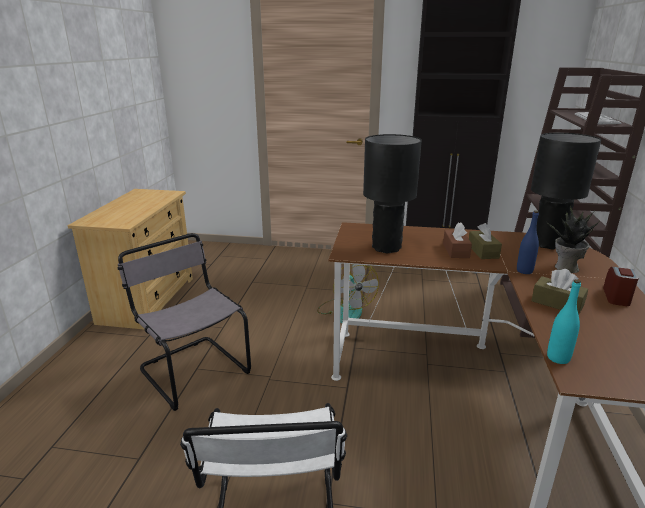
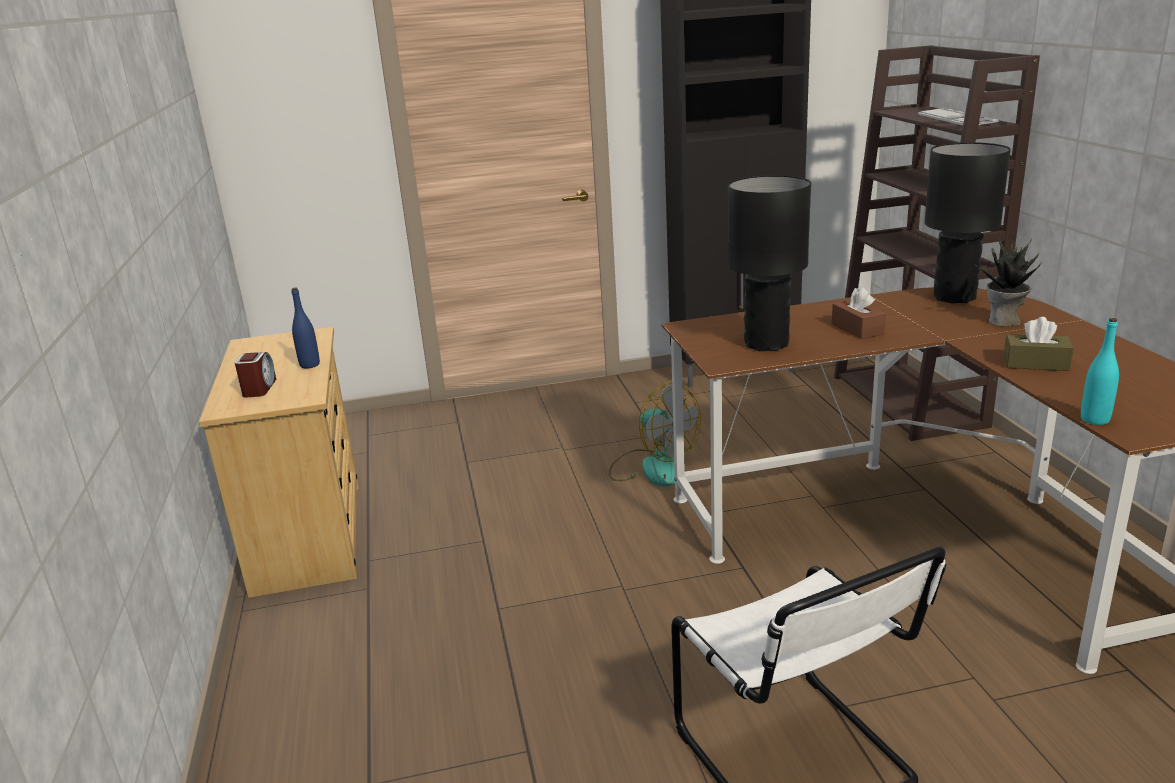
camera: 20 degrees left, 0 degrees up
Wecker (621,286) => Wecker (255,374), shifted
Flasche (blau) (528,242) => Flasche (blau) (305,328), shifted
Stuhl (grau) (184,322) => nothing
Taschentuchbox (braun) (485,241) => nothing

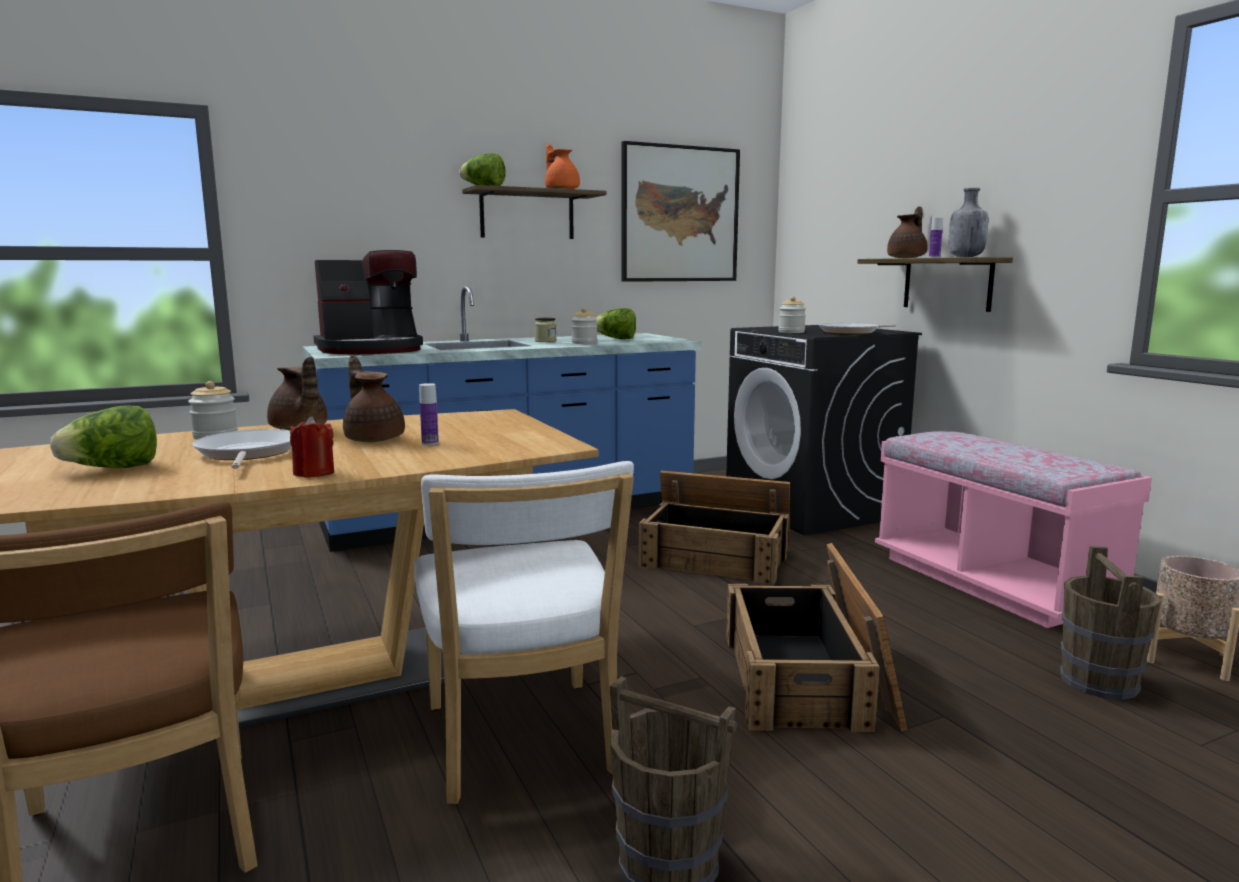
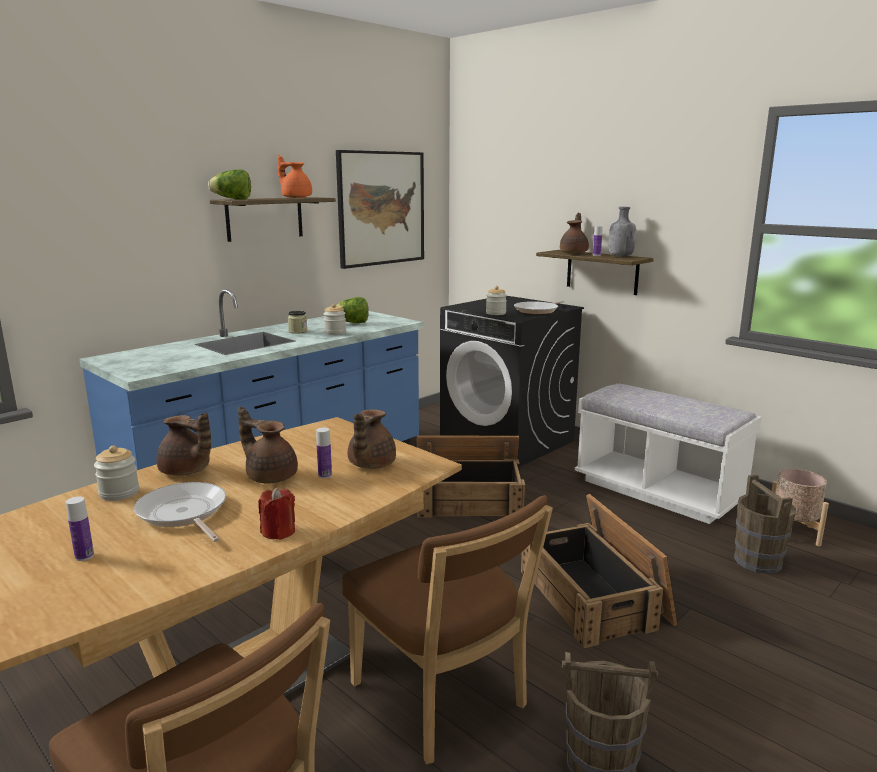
camera: 20 degrees left, 5 degrees up
Salatkopf (103,436) => Flasche (80,528)
Stuhl (weiß) (524,632) => Stuhl (braun) (447,629)
nothing => Teekanne (braun) (372,439)
Bank (rosa) (1013,529) => Bank (weiß) (668,453)
Kaffeemaschine (368,302) => nothing

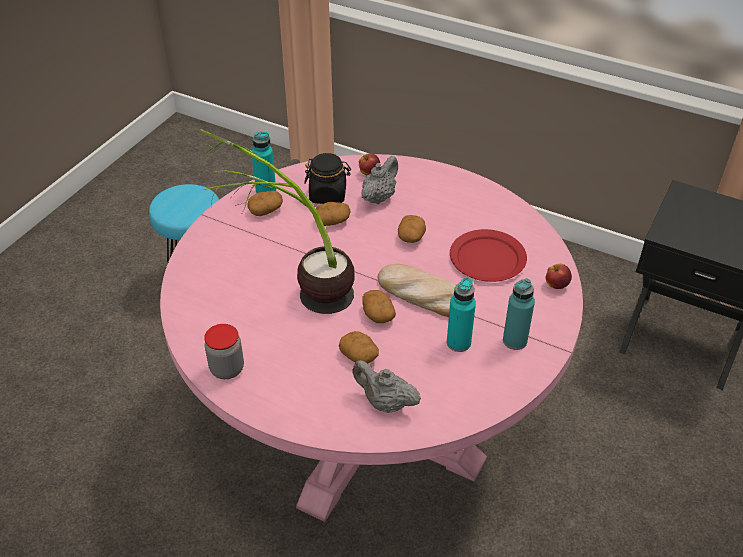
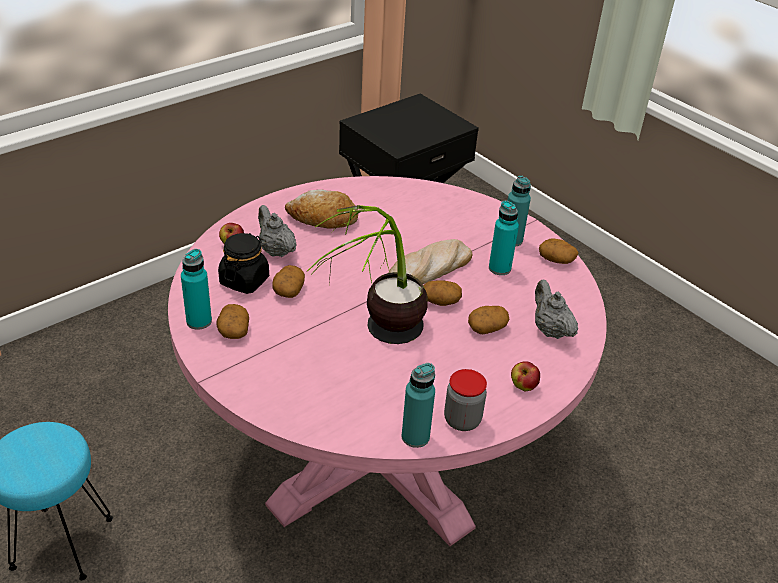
camera: 70 degrees left, 5 degrees down
nothing => Brot (321,209)
nothing => Flasche (türkis) (418,405)
Apfel (559,276) => Apfel (525,376), shifted
Teekanne (grau) (386,386) => Teekanne (grau) (556,309), 105 degrees clockwise
Kartoffel (412,229) => Kartoffel (559,251), shifted
Teller (rot) (488,255) => nothing

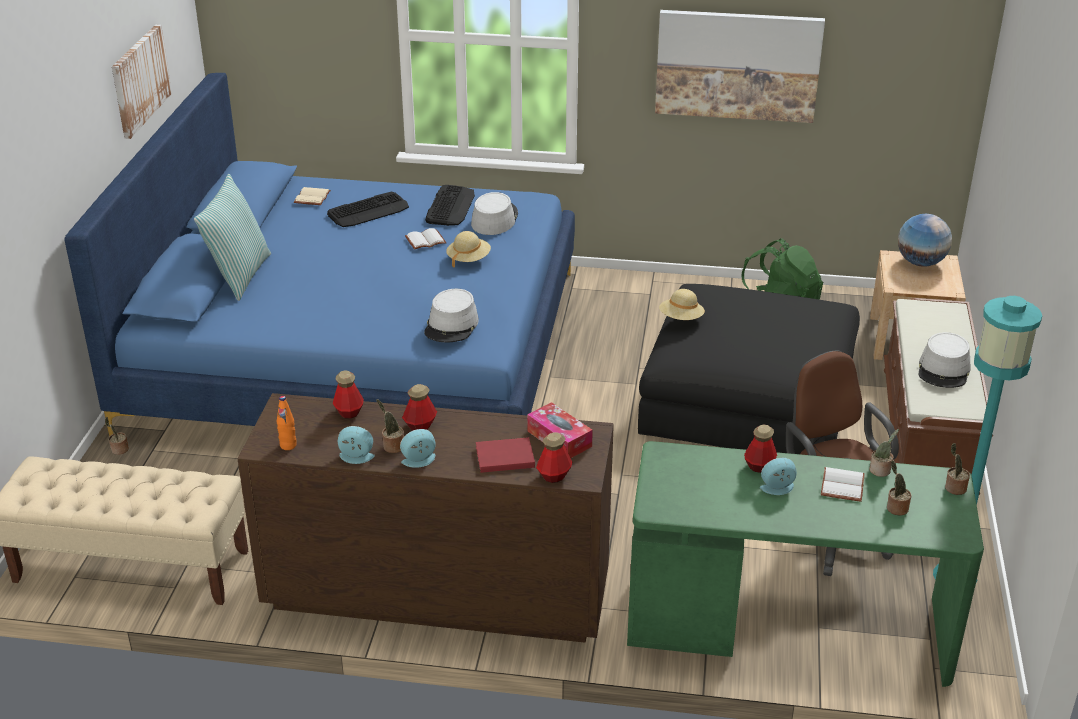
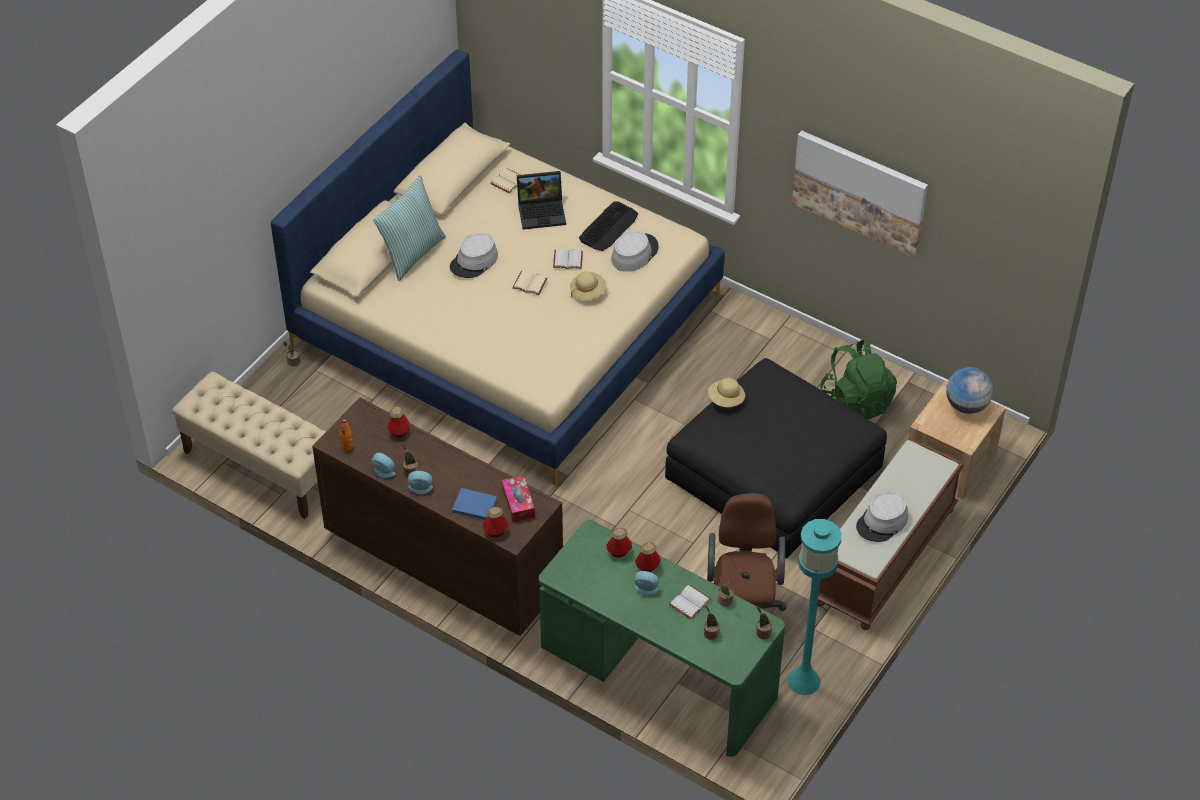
camera: 25 degrees right, 15 degrees up
Bett (blau) (319,255) => Bett (beige) (498,267)
Hut (grau) (451,315) => Hut (grau) (474,255), shifted
Buch (rot) (505,455) => Buch (blau) (474,504)
nothing => Buch (beige) (530,283)
Tastatur (368,209) => Laptop (541,200)
Flasche (419,407) => Flasche (619,543), shifted
Bild (142,82) => nothing

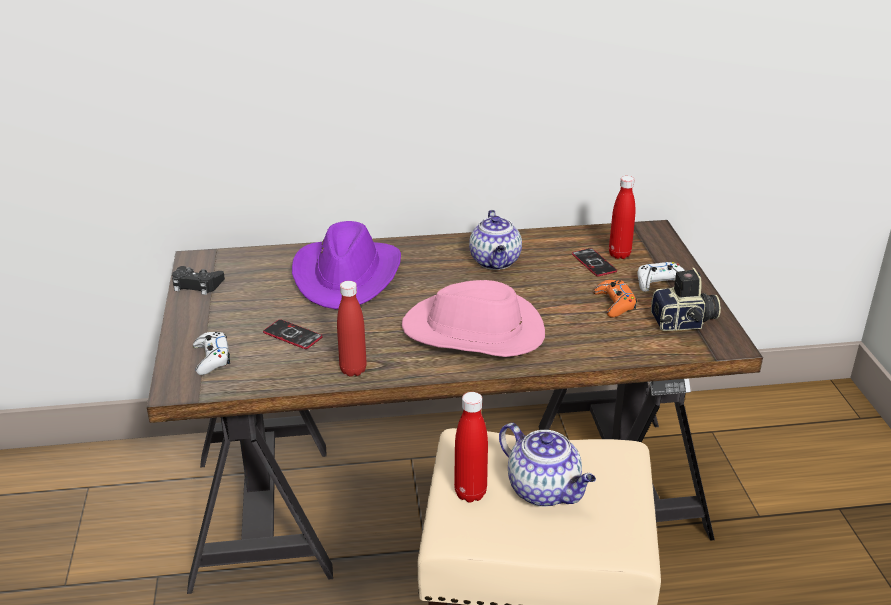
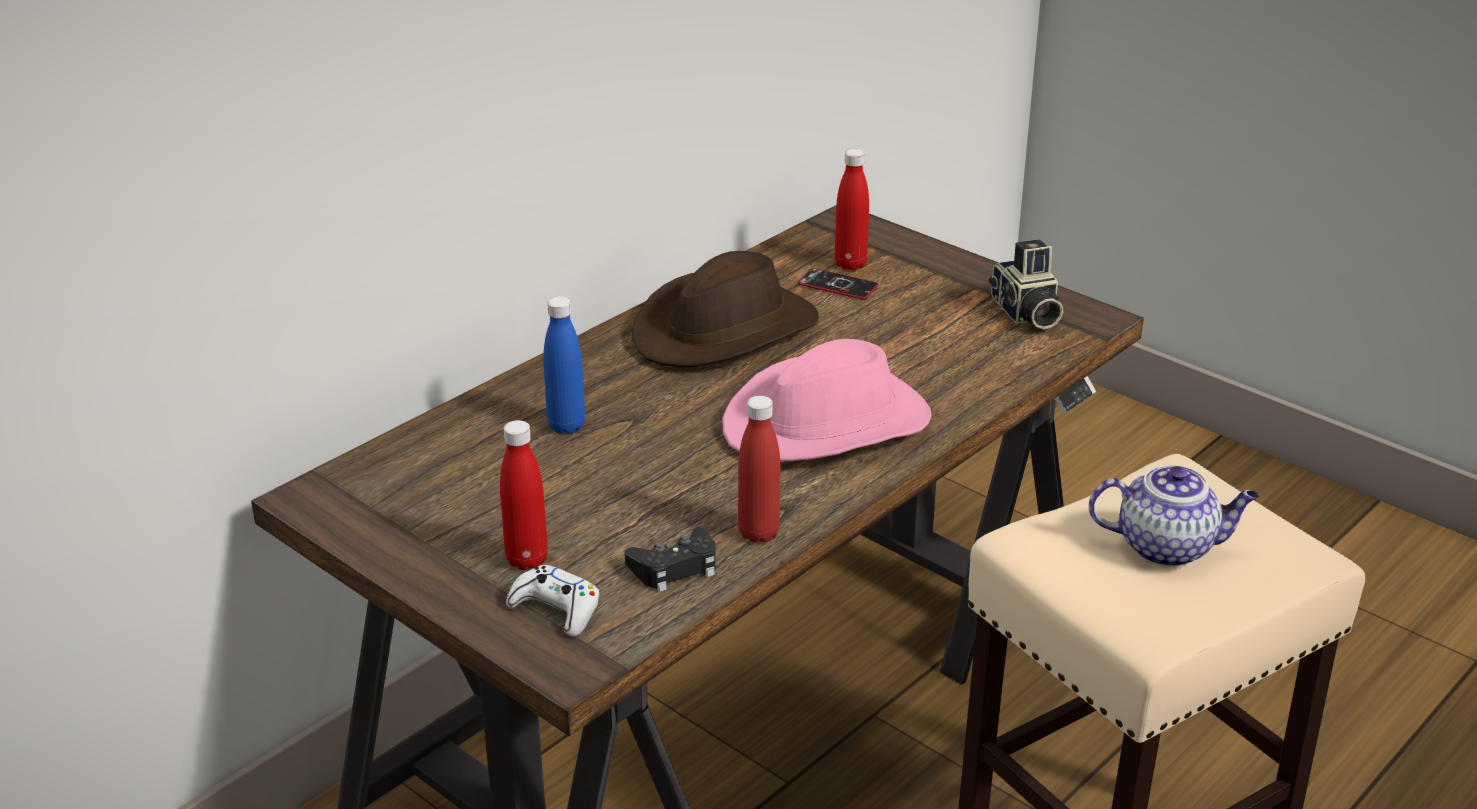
camera: 40 degrees left, 0 degrees up
Flasche (rot) (471,447) => Flasche (rot) (524,495), shifted
Hut (lila) (346,265) => Flasche (blau) (564,365)
Gamepad (schwarz) (198,280) => Gamepad (schwarz) (670,559), shifted
Teekanne (495,240) => Hut (braun) (725,309)
Kamera (686,299) => Kamera (1026,284), 120 degrees clockwise
Handy (293,334) => nothing
Gamepad (orange) (615,299) => nothing
Gamepad (weiß) (661,277) => nothing

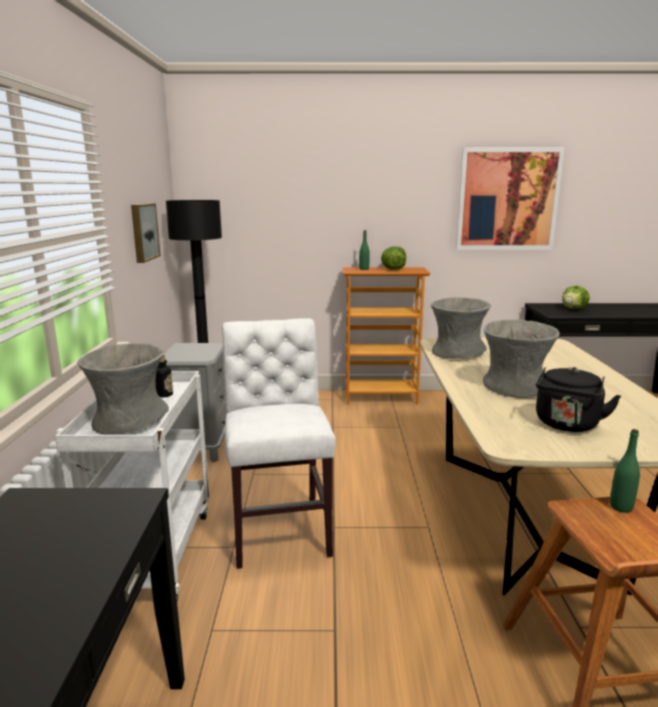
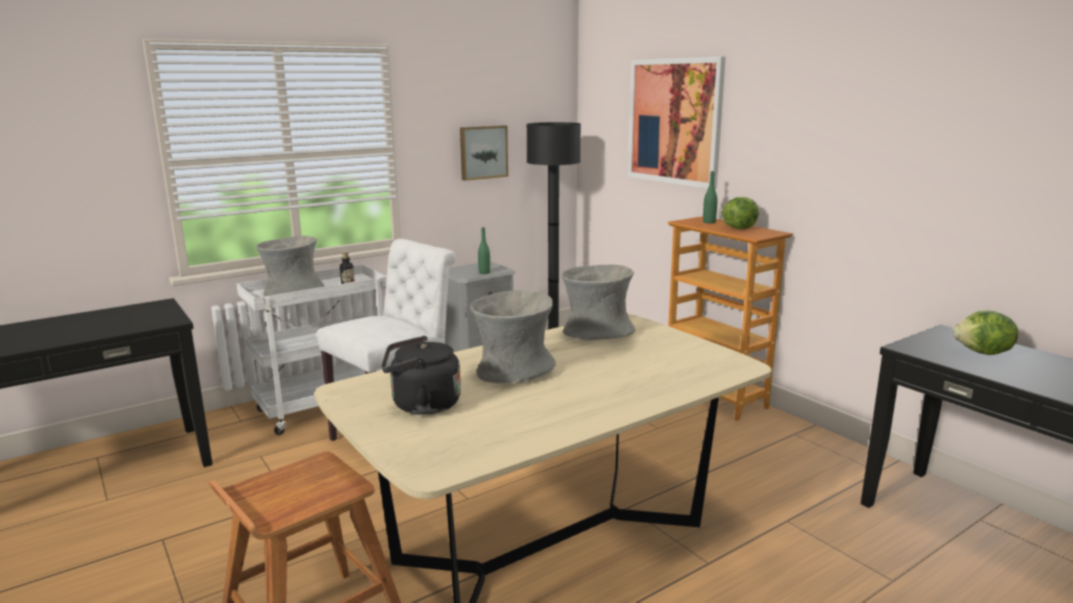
camera: 55 degrees right, 0 degrees up
Flasche (grün) (625,471) => Flasche (grün) (484,250), shifted
Bild (510,198) => Bild (677,122), shifted

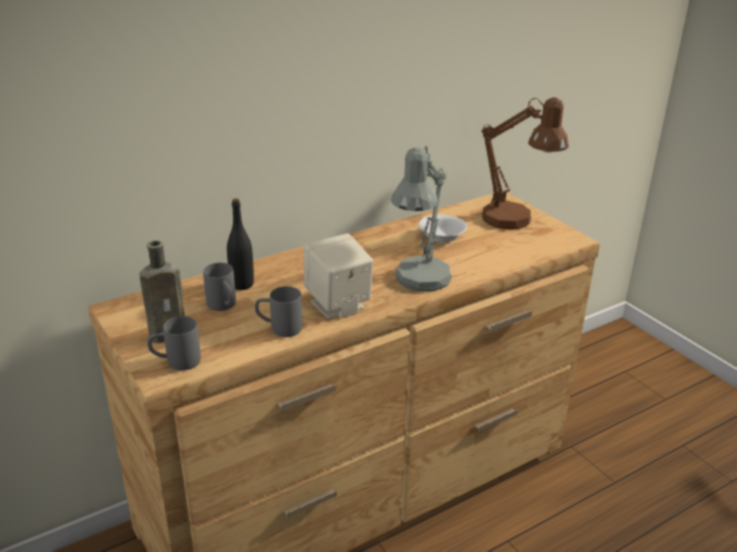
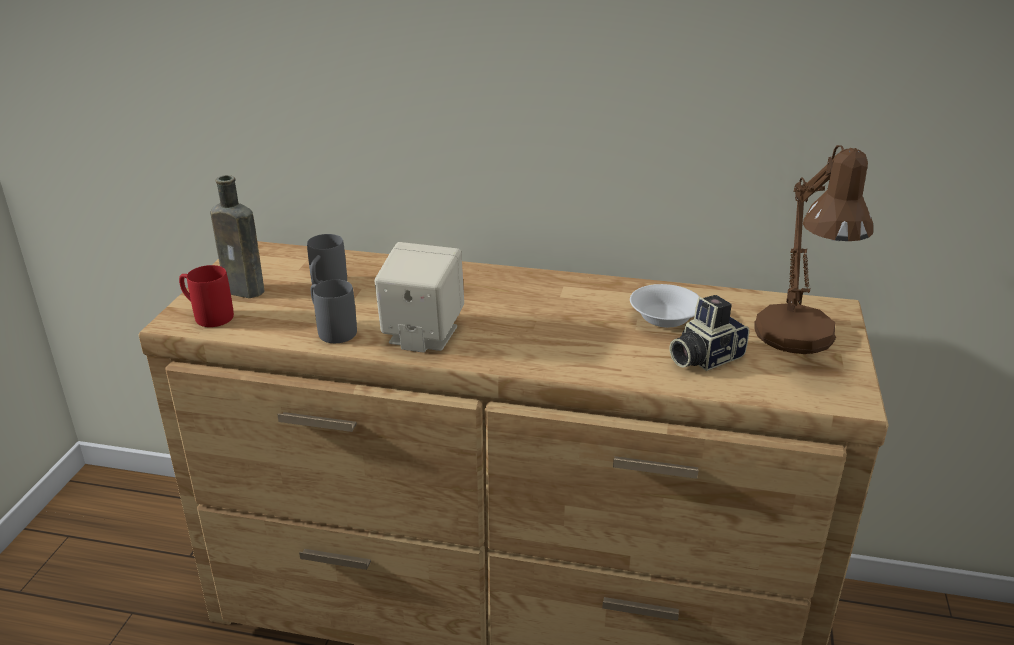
camera: 45 degrees right, 0 degrees up
Henkelbecher (grau) (174,343) => Henkelbecher (rot) (206,296)
nothing => Kamera (709,333)
Flasche (schwarz) (240,244) => nothing
Tischlampe (grau) (421,219) => nothing

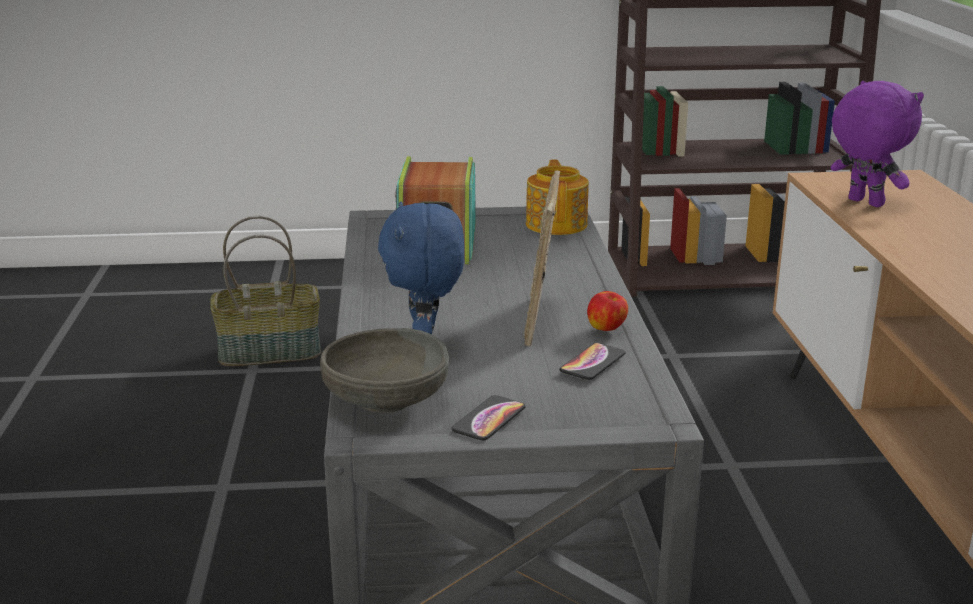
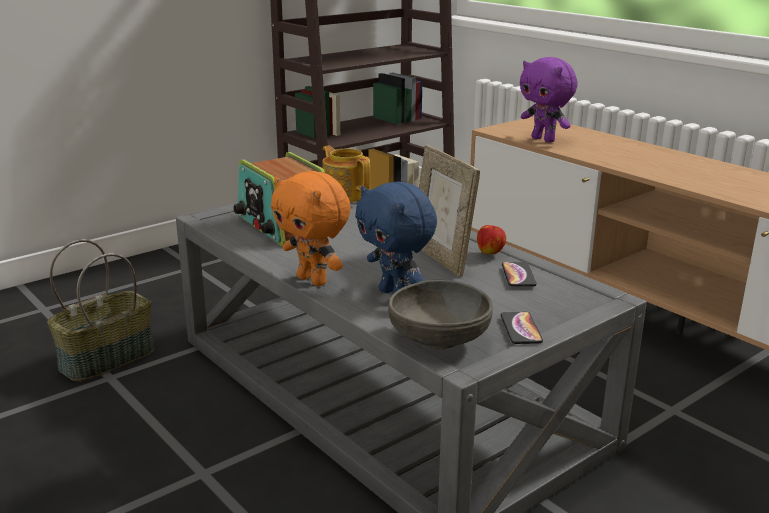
camera: 35 degrees left, 0 degrees up
nothing => Plüschtier (orange) (311,228)
Plüschtier (lila) (877,144) => Plüschtier (lila) (549,100), 150 degrees counterclockwise

